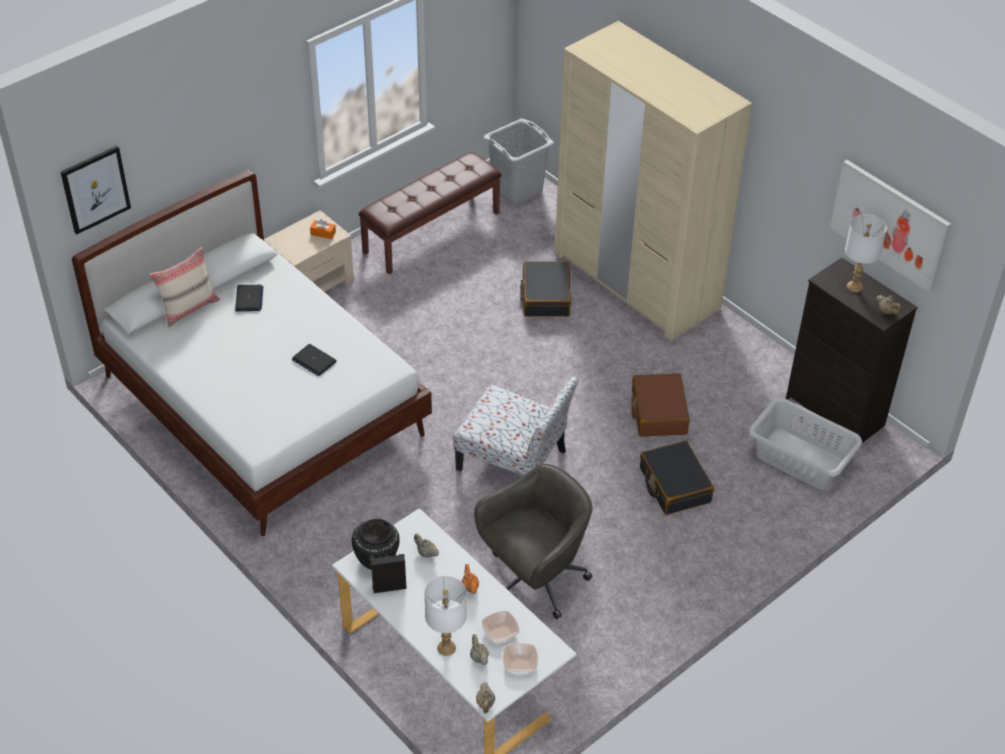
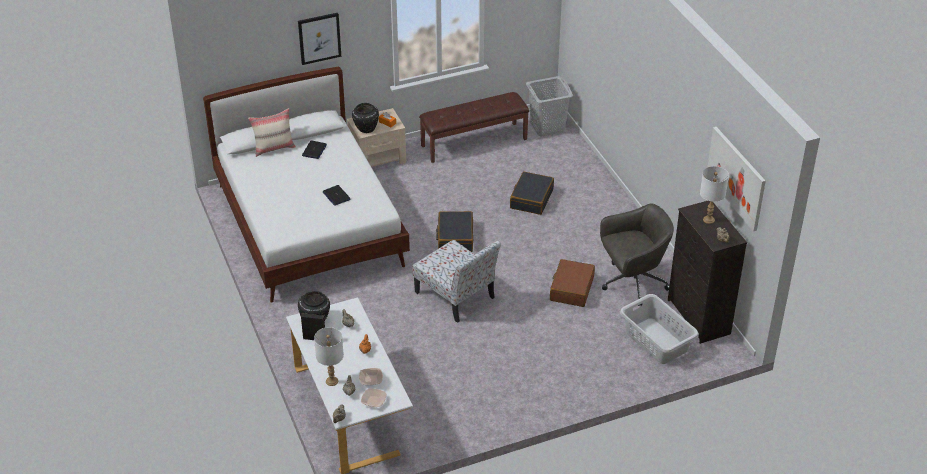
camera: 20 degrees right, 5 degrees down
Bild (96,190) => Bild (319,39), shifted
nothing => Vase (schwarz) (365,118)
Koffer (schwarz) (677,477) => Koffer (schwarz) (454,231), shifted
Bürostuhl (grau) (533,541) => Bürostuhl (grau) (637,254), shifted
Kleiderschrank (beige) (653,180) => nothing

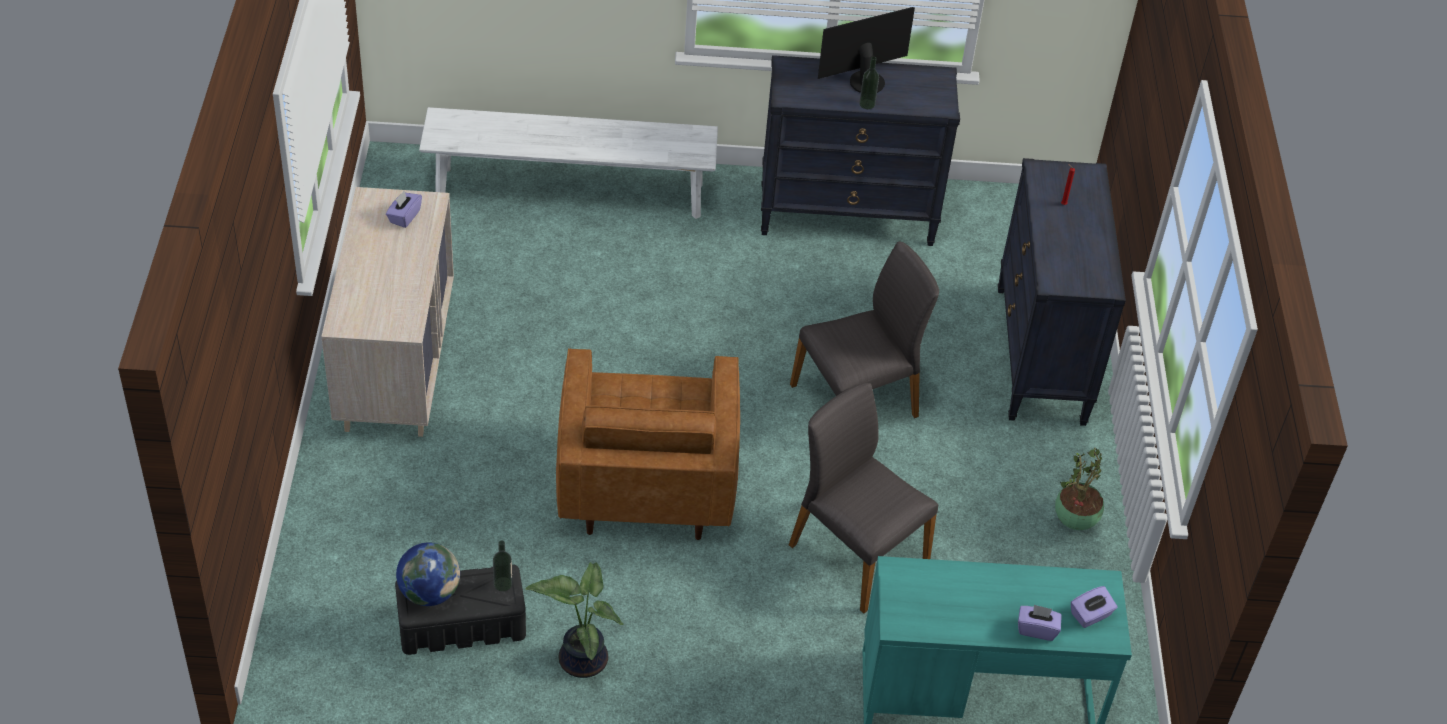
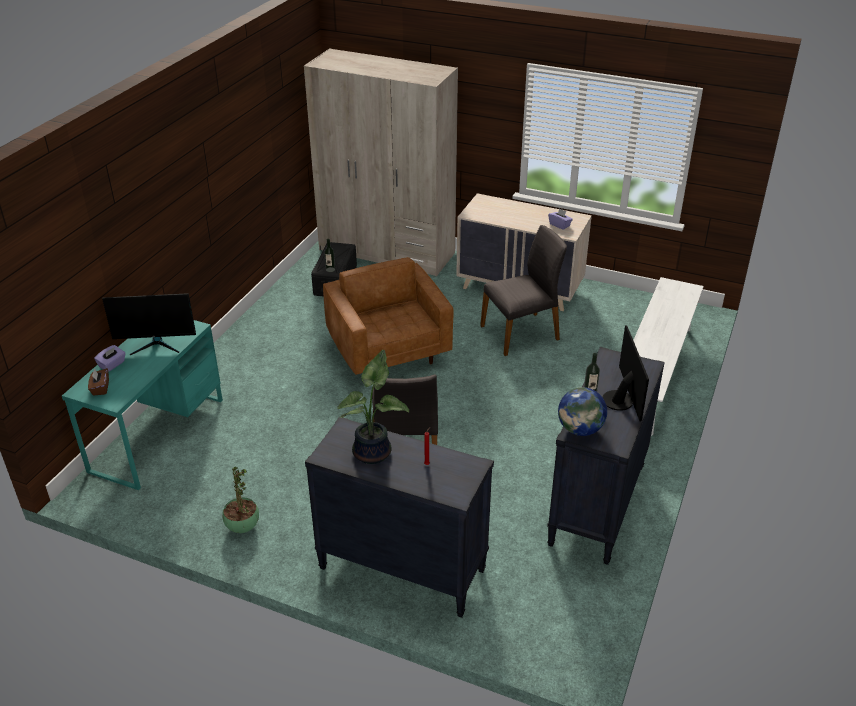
camera: 115 degrees right, 10 degrees down
Taschentuchbox (lila) (1094,607) => Taschentuchbox (braun) (98,382)
nothing => Monitor (149,324)
nothing => Kleiderschrank (beige) (381,162)
Sessel (braun) (648,444) => Sessel (braun) (388,316), 45 degrees clockwise
Topfpflanze (574,620) => Topfpflanze (373,407), shifted
Stuhl (grau) (863,498) => Stuhl (grau) (523,290), shifted
Globus (428,574) => Globus (582,411), shifted

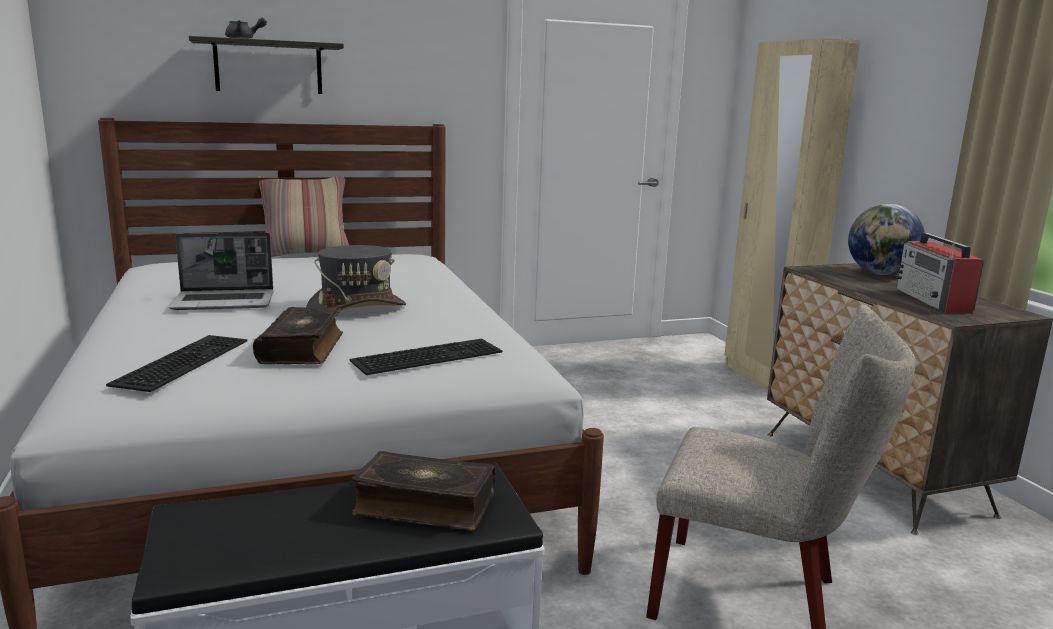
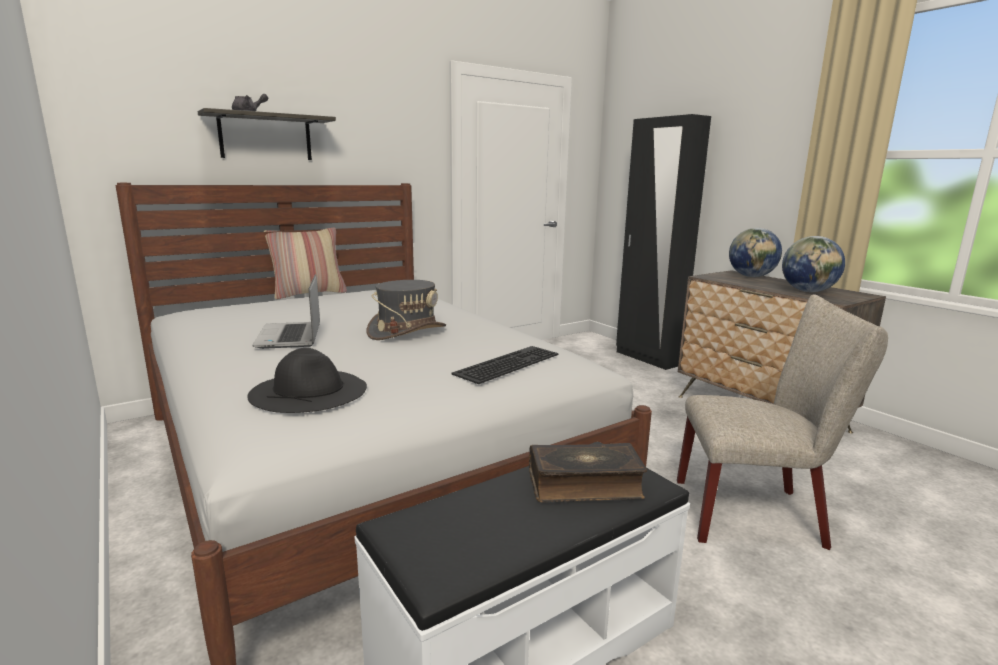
camera: 15 degrees left, 0 degrees up
Tastatur (176,363) => Hut (schwarz) (307,380)
Laptop (221,271) => Laptop (286,311), 105 degrees clockwise
Kleiderschrank (beige) (792,214) => Kleiderschrank (schwarz) (663,242)
Radio (940,273) => Globus (813,264)
Buch (298,335) => nothing

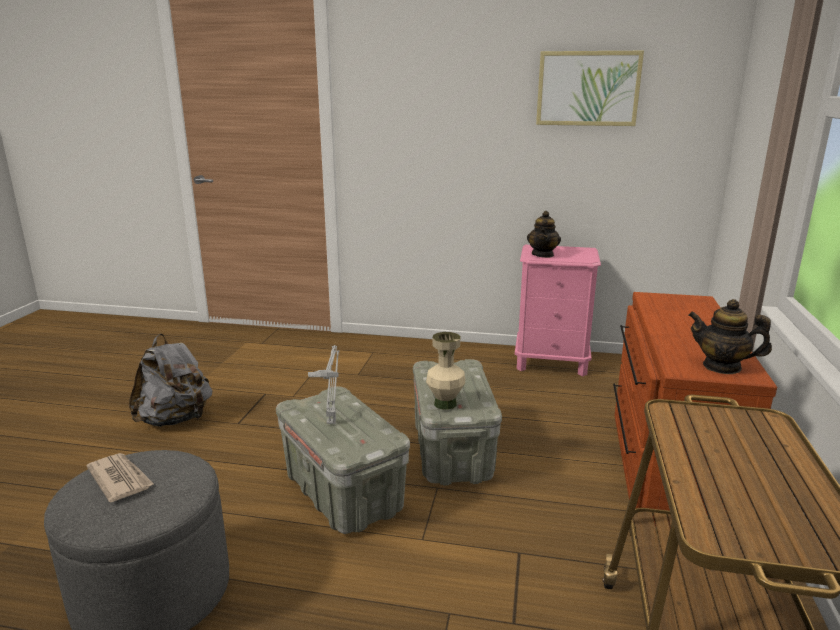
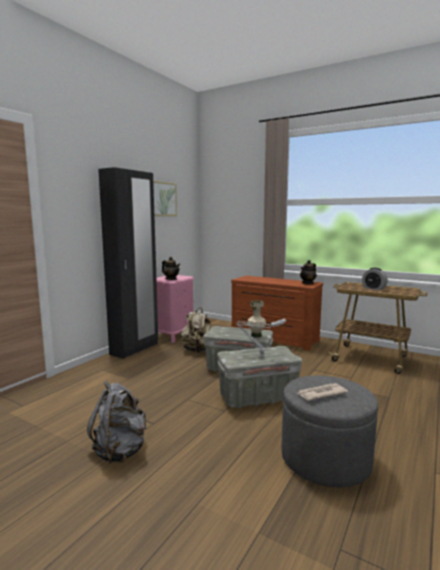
camera: 70 degrees left, 10 degrees down
nothing => Kleiderschrank (schwarz) (128,263)
nothing => Rucksack (beige) (196,330)
nothing => Wecker (375,279)

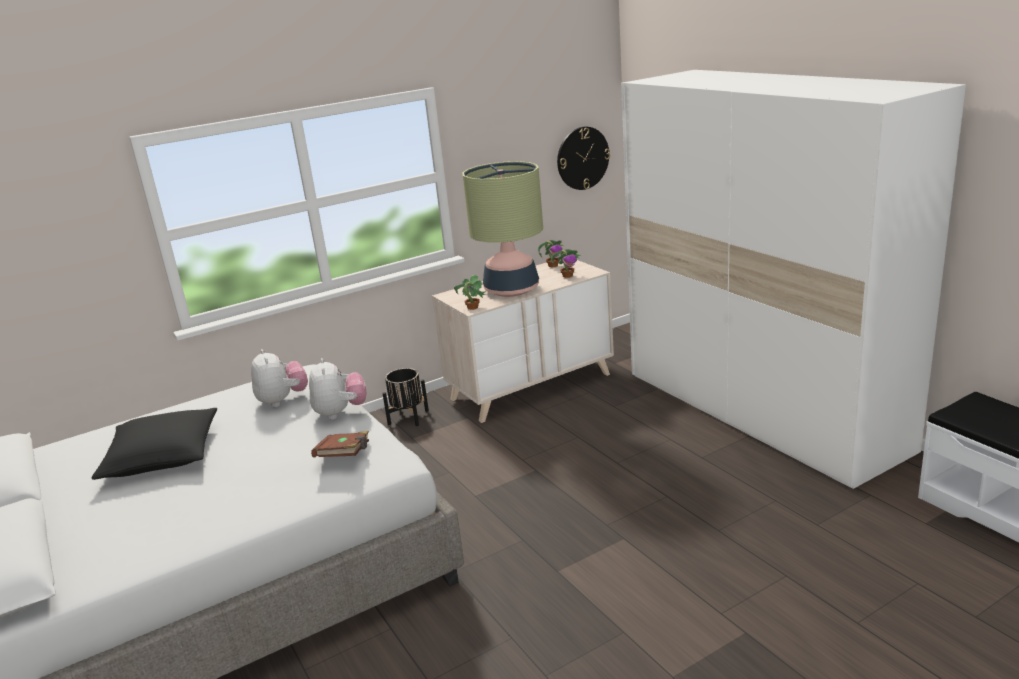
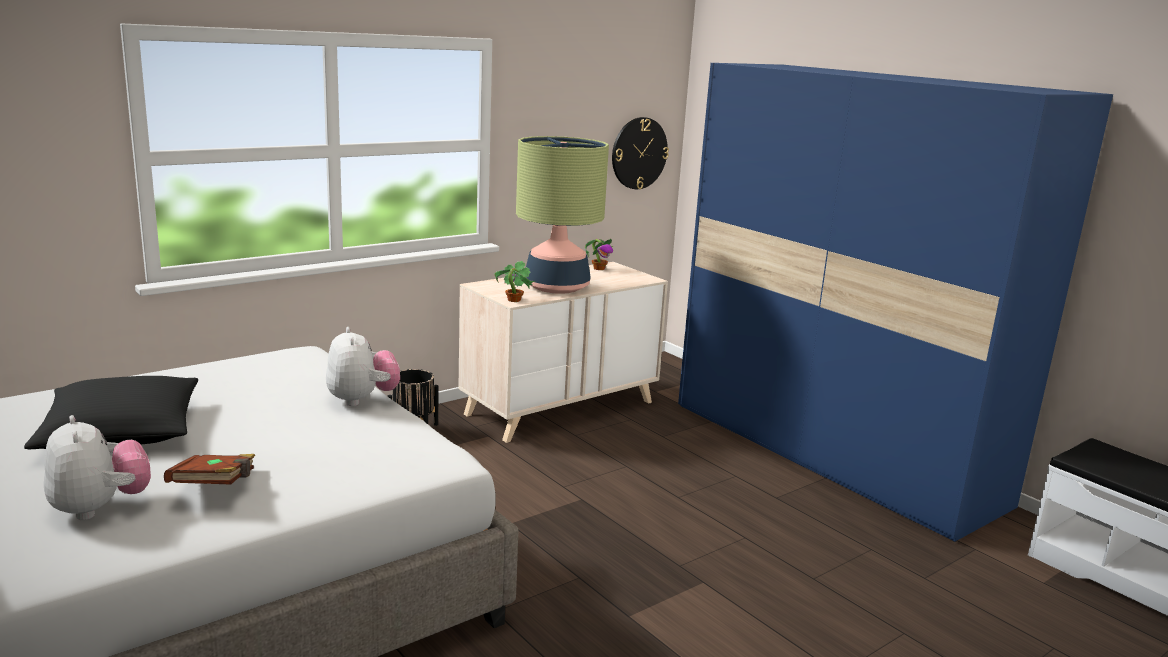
camera: 10 degrees left, 5 degrees down
Plüschtier (279,378) => Plüschtier (97,467), shifted
Buch (braun) (340,444) => Buch (braun) (209,469), shifted
Kleiderschrank (weiß) (793,279) => Kleiderschrank (blau) (895,302)
Topfpflanze (566,263) => nothing

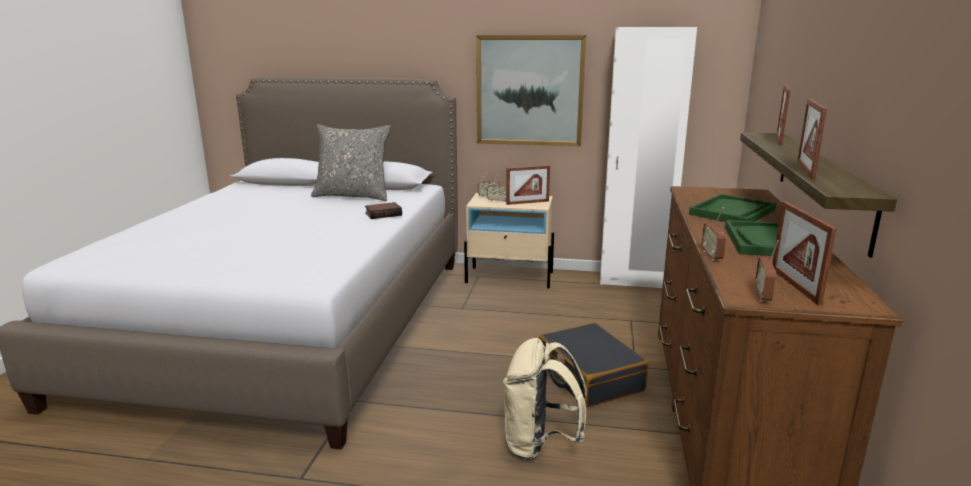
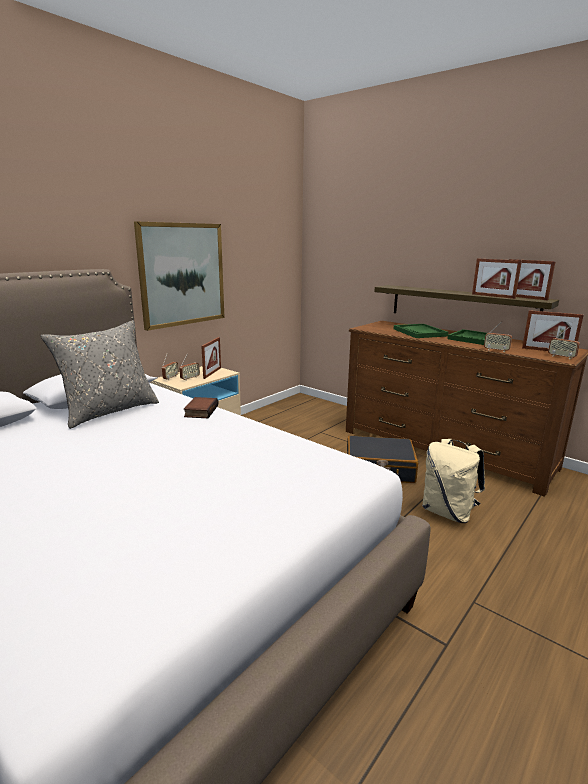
camera: 60 degrees left, 0 degrees up
Bilderrahmen (784,114) => Bilderrahmen (532,279), shifted
Kleiderschrank (weiß) (648,157) => nothing

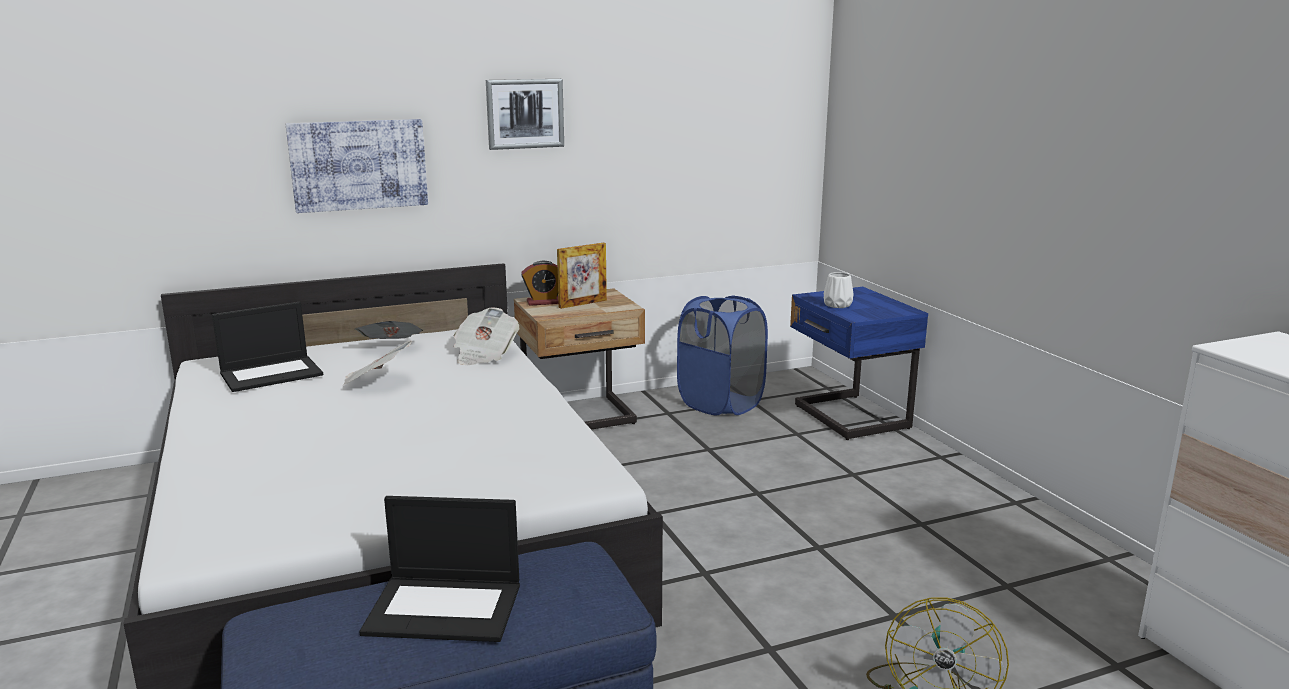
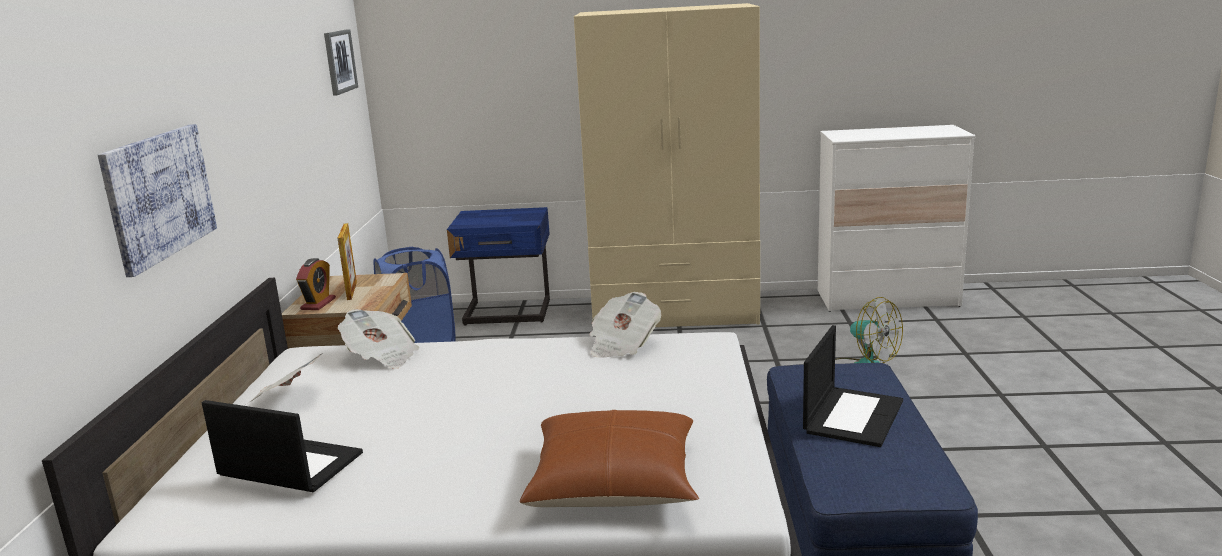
camera: 65 degrees left, 0 degrees up
Laptop (267,347) => Laptop (282,446), 60 degrees counterclockwise
Bild (525,114) => Bild (341,62), shifted
nothing => Kissen (braun) (609,458)
nothing => Kleiderschrank (beige) (667,165)
Zeitung (378,362) => Zeitung (625,325), shifted
Vase (weiß) (838,290) => nothing

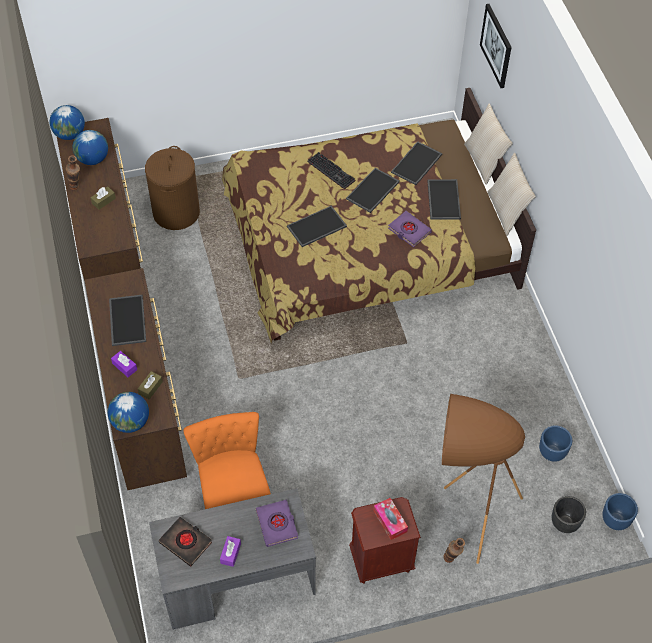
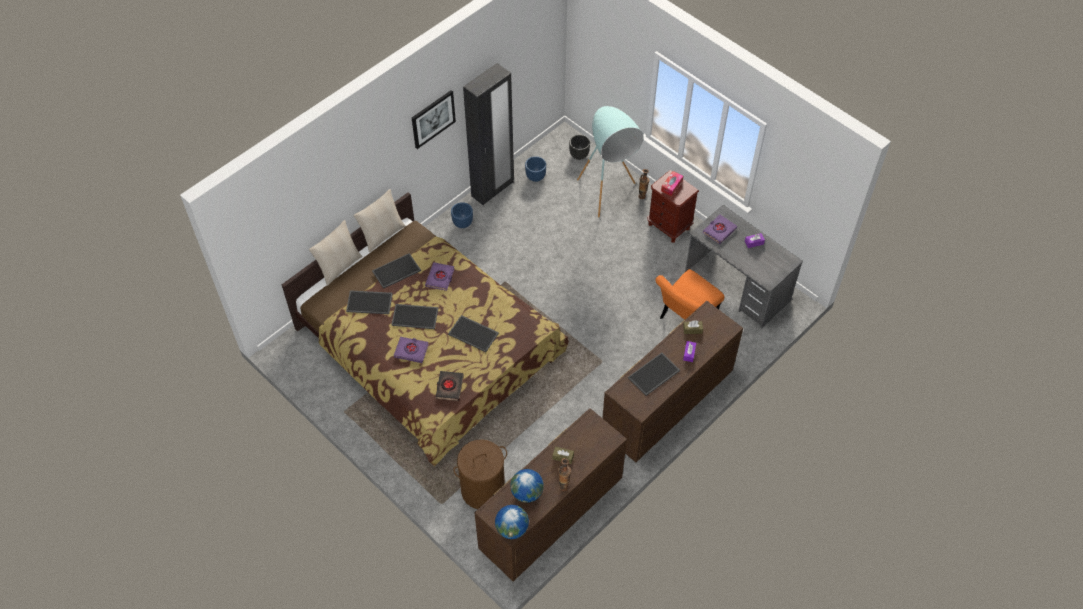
camera: 120 degrees left, 0 degrees up
Tastatur (331,170) => Buch (lila) (411,350)
Bild (496,46) => Bild (434,119), shifted
Buch (schwarz) (185,542) => Buch (schwarz) (450,386), shifted
Pflanzkübel (blau) (620,511) => Pflanzkübel (blau) (462,215), shifted
nothing => Kleiderschrank (schwarz) (488,134)
Stehlampe (braun) (483,479) => Stehlampe (türkis) (610,162)
Globus (128,412) => nothing

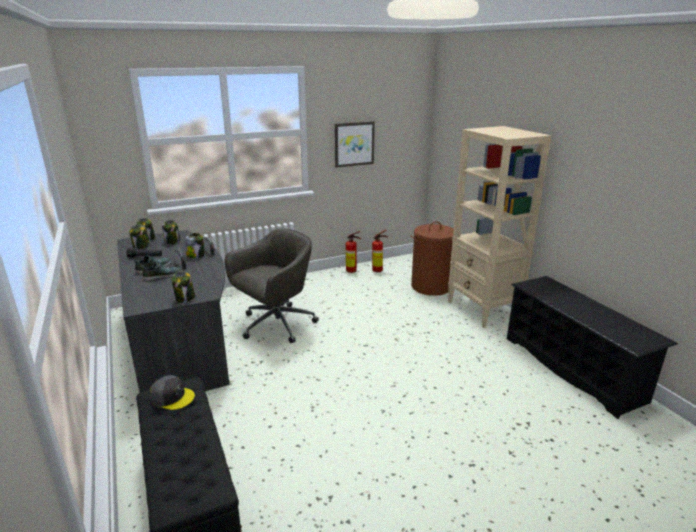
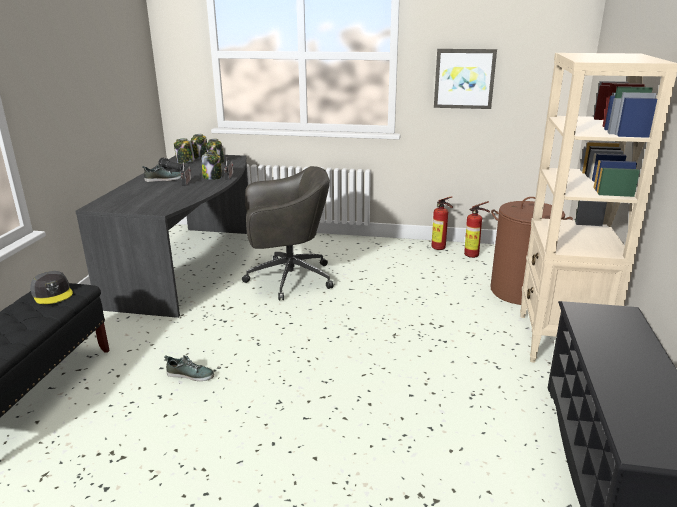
camera: 35 degrees right, 0 degrees up
Schuh (162,271) => Schuh (189,368), shifted
Vorratsglas (183,287) => nothing

